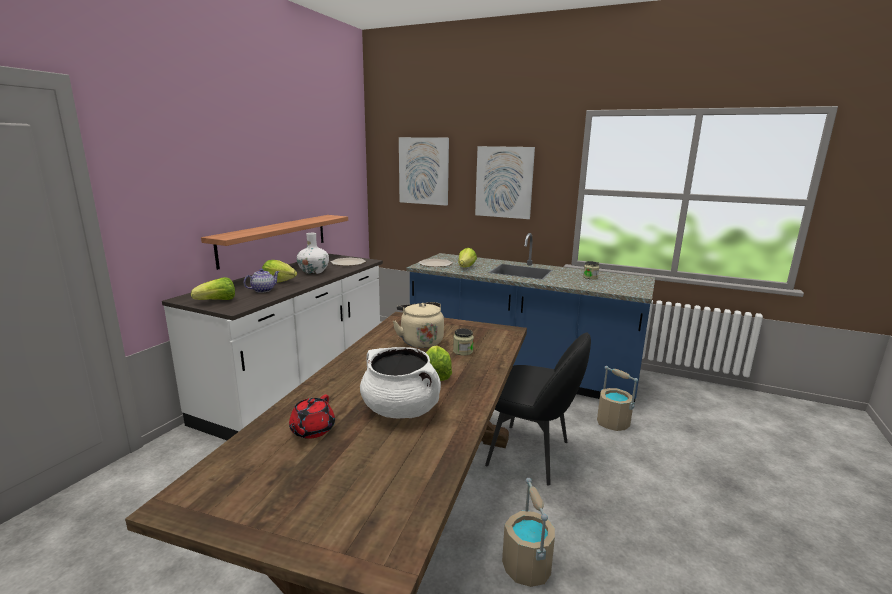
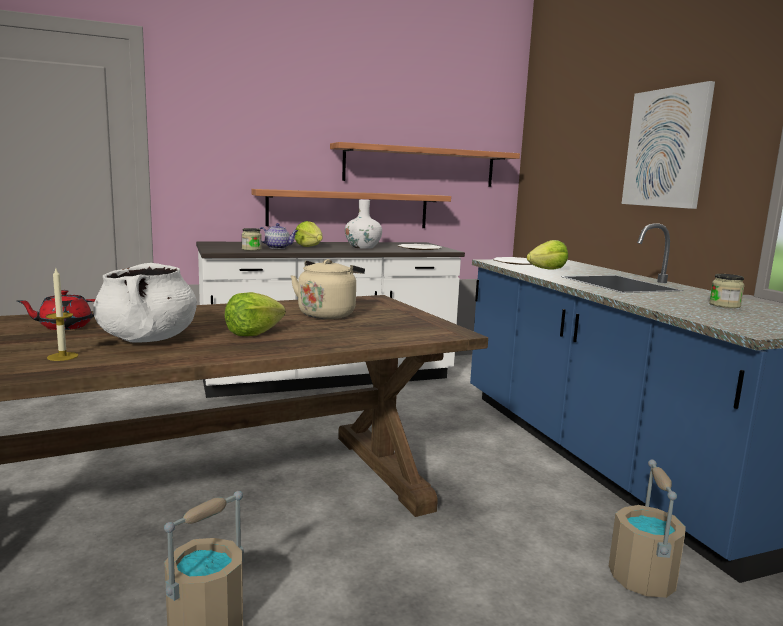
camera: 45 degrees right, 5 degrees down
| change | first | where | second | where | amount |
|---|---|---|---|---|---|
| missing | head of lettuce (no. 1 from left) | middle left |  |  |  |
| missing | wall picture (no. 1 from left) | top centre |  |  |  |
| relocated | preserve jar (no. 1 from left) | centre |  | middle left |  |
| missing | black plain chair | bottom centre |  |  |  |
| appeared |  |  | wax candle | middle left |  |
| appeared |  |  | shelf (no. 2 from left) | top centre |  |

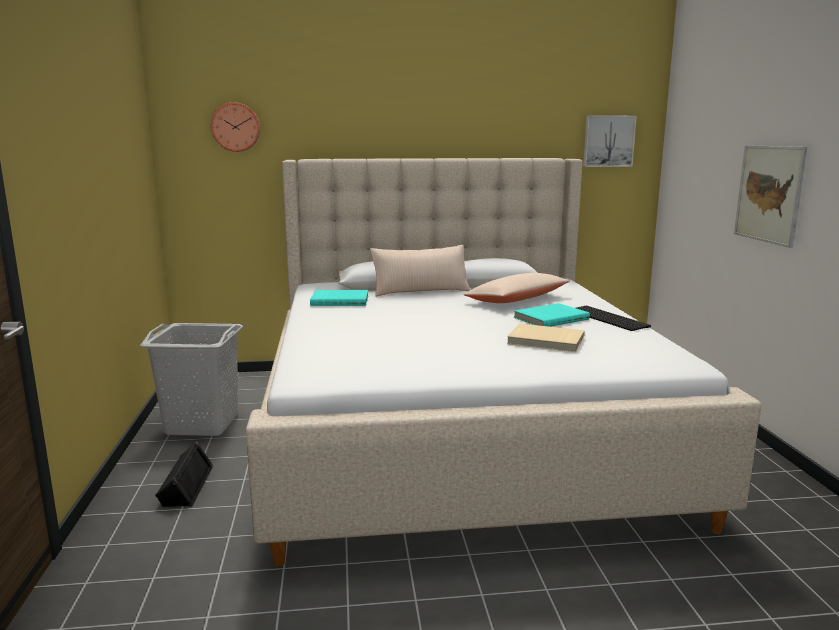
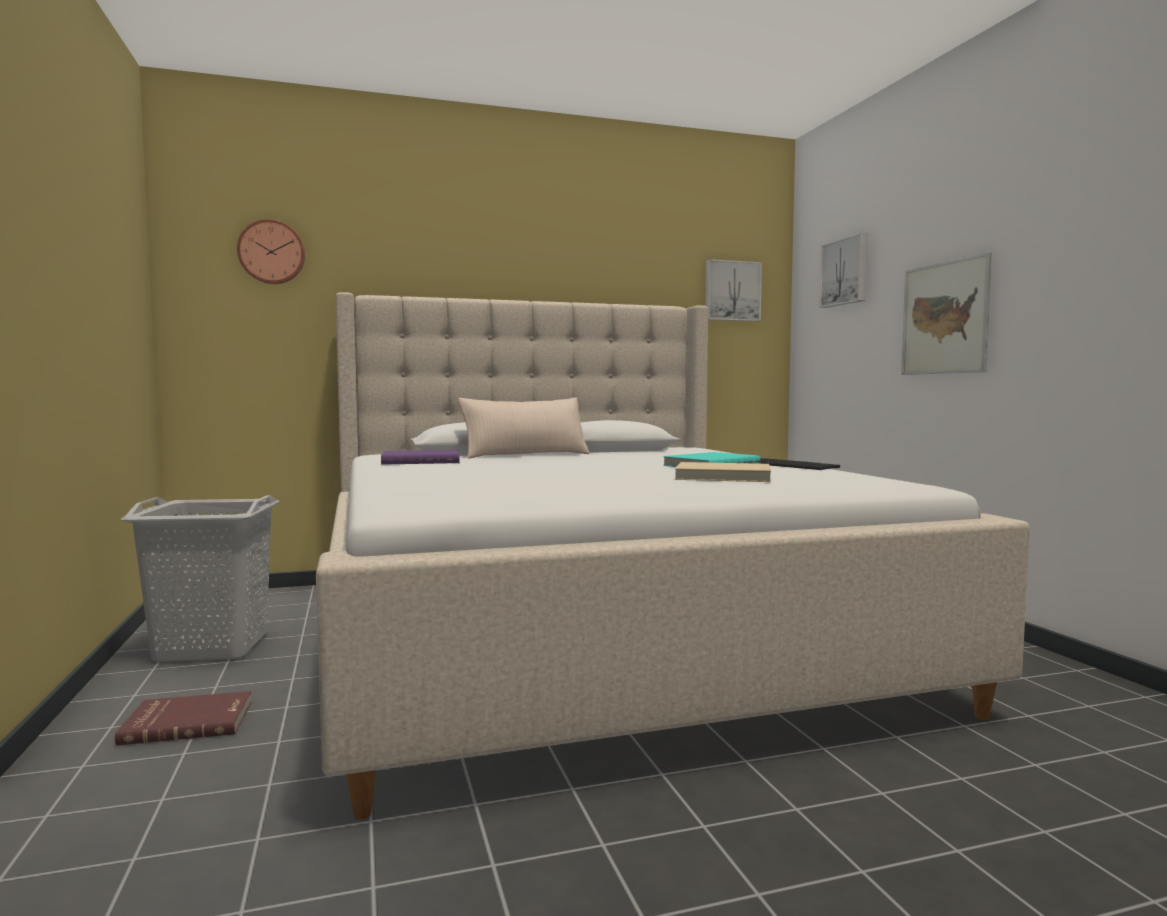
camera: 10 degrees left, 10 degrees down
| change | first | where | second | where | amount |
|---|---|---|---|---|---|
| exchanged | black audio speaker | bottom left | reddish bound book | bottom left |  |
| colour | turquoise-coloured bound book (no. 1 from left) | centre | purplish bound book | centre |  |
| missing | beige-coloured throw pillow (no. 2 from left) | centre |  |  |  |
| appeared |  |  | wall picture (no. 2 from left) | top right |  |

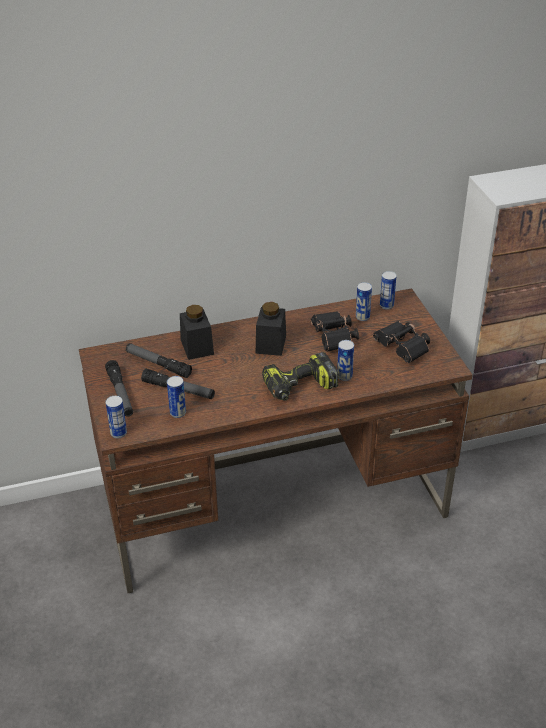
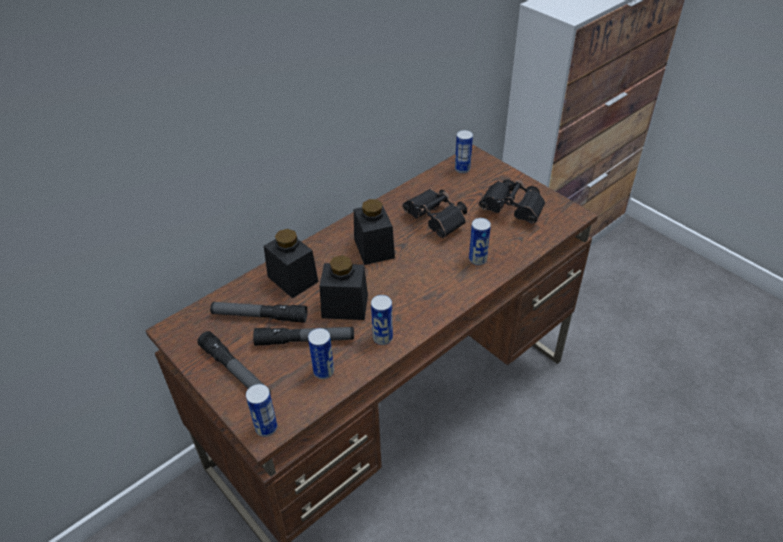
camera: 25 degrees left, 5 degrees up
| change | first | where | second | where | amount |
|---|---|---|---|---|---|
| missing | power drill | centre |  |  |  |
| relocated | can (no. 4 from left in the first image) | middle right | can (no. 3 from left) | centre |  |
| appeared |  |  | black preserve jar (no. 2 from left) | centre |  |

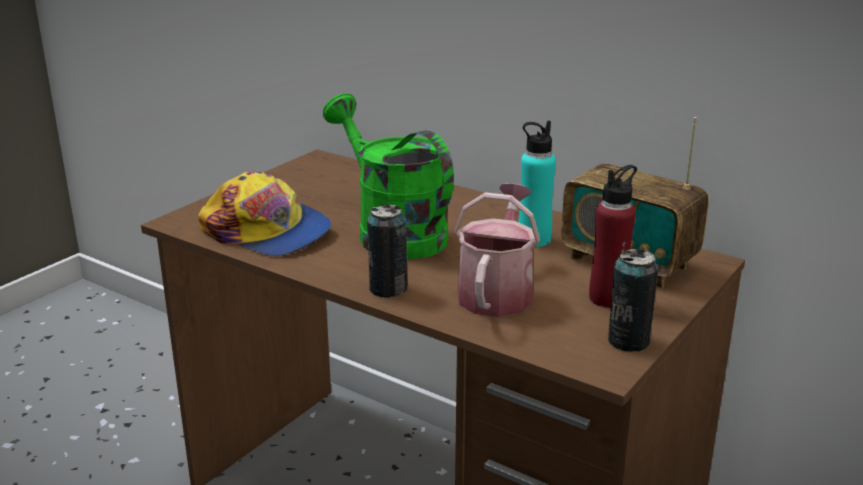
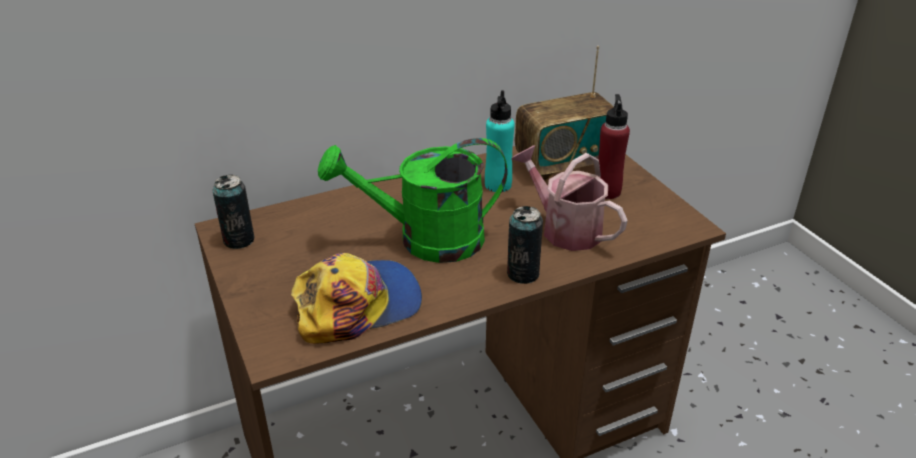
camera: 60 degrees left, 10 degrees up
| change | first | where | second | where | amount |
|---|---|---|---|---|---|
| relocated | can (no. 2 from left in the first image) | middle right | can (no. 1 from left) | middle left |  |

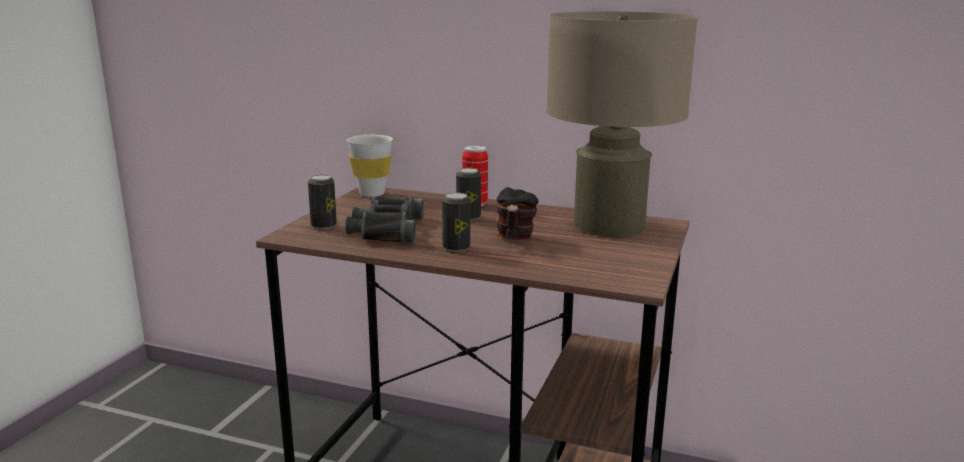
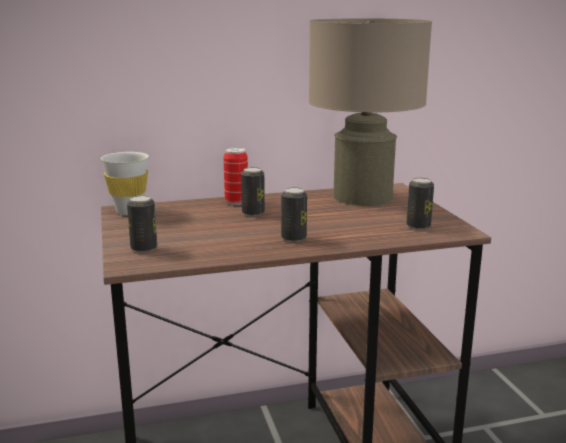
camera: 35 degrees left, 0 degrees up
| change | first | where | second | where | amount |
|---|---|---|---|---|---|
| missing | black field glasses | centre |  |  |  |
| missing | mug | centre |  |  |  |
| appeared |  |  | can (no. 5 from left) | middle right |  |

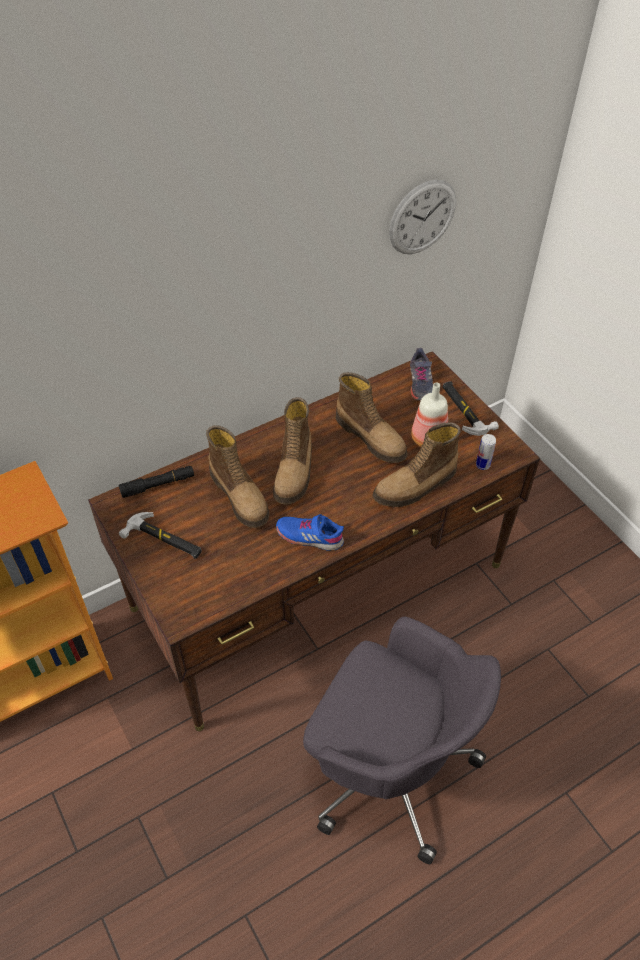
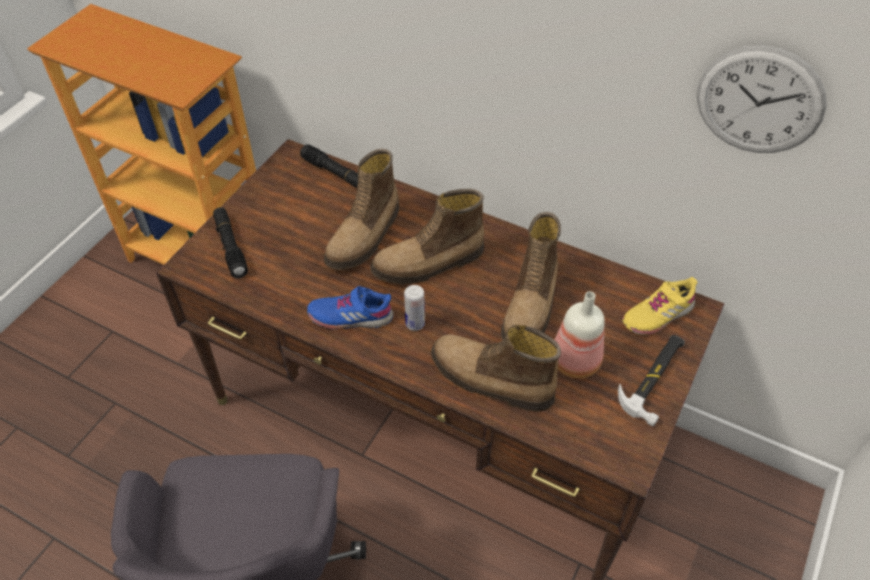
camera: 60 degrees right, 0 degrees up
| change | first | where | second | where | amount |
|---|---|---|---|---|---|
| missing | hammer (no. 1 from left) | middle left |  |  |  |
| spun | bluish item of footwear | centre |  | centre | 75 degrees counterclockwise |
| colour | greyish item of footwear | centre | yellow-coloured item of footwear | middle right |  |
| relocated | can | middle right |  | centre |  |
| appeared |  |  | black torch (no. 1 from left) | middle left |  |

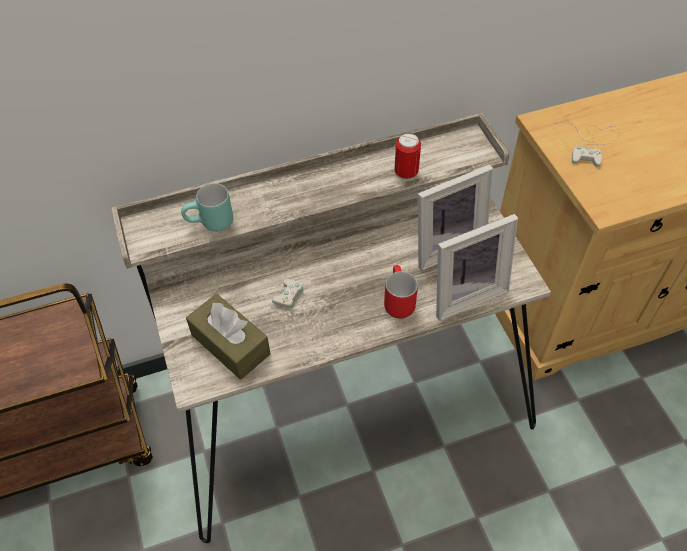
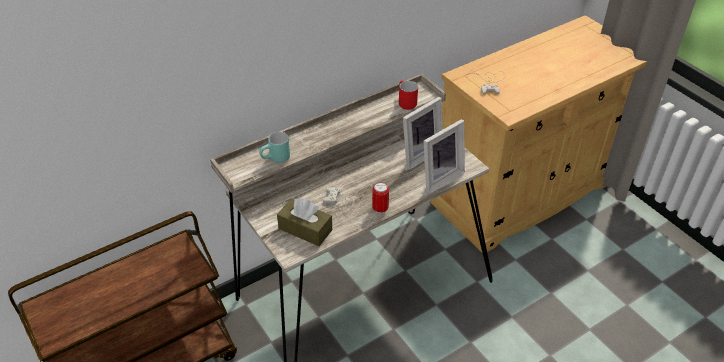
camera: 15 degrees left, 10 degrees down
| change | first | where | second | where | amount |
|---|---|---|---|---|---|
| relocated | reddish mug | centre |  | top centre |  |
| relocated | can | top centre |  | centre |  |

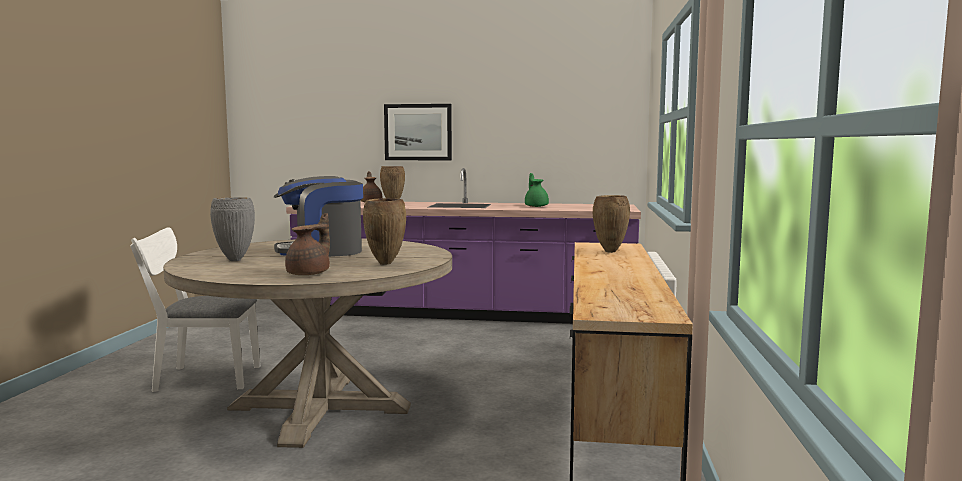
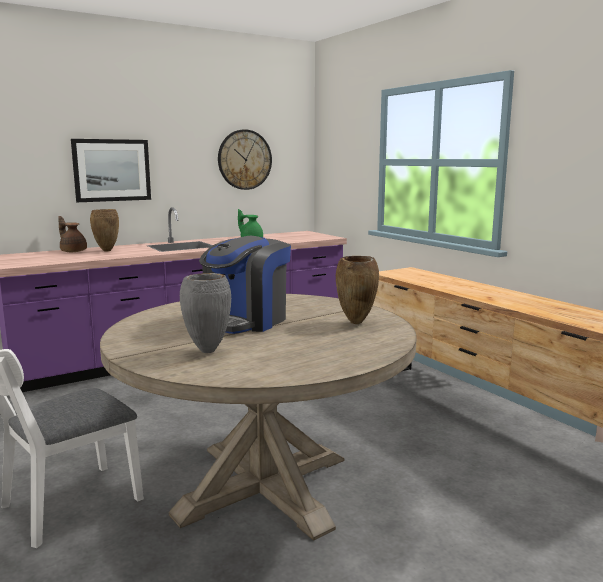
camera: 40 degrees left, 5 degrees up
| change | first | where | second | where | amount |
|---|---|---|---|---|---|
| missing | brown tea pot (no. 1 from left) | middle left |  |  |  |
| missing | brown decorative vase (no. 3 from left) | centre |  |  |  |
| appeared |  |  | clock on the wall | top centre |  |

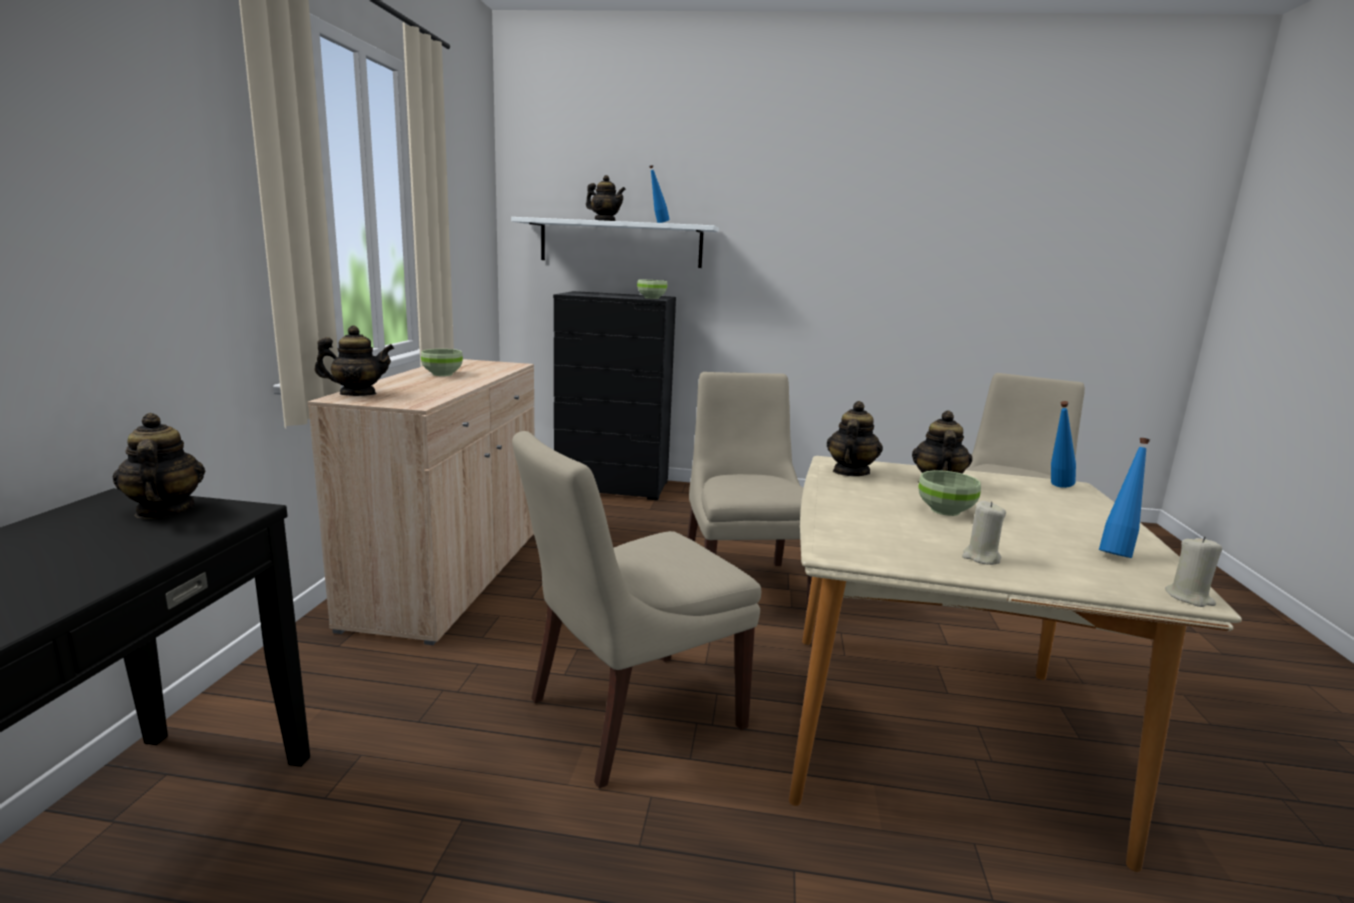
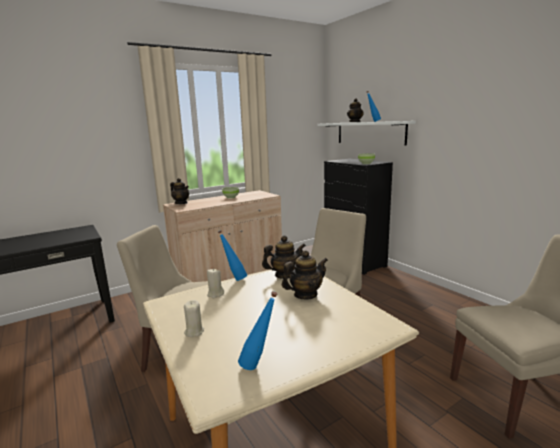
camera: 50 degrees right, 0 degrees up
| change | first | where | second | where | amount |
|---|---|---|---|---|---|
| missing | tea pot (no. 1 from left) | middle left |  |  |  |
| missing | greenish serving bowl (no. 3 from left) | middle right |  |  |  |
| relocated | bluish beverage bottle (no. 2 from left in the first image) | middle right | bluish beverage bottle (no. 1 from left) | centre |  |
| relocated | beige-coloured wax candle (no. 2 from left) | middle right |  | centre |  |

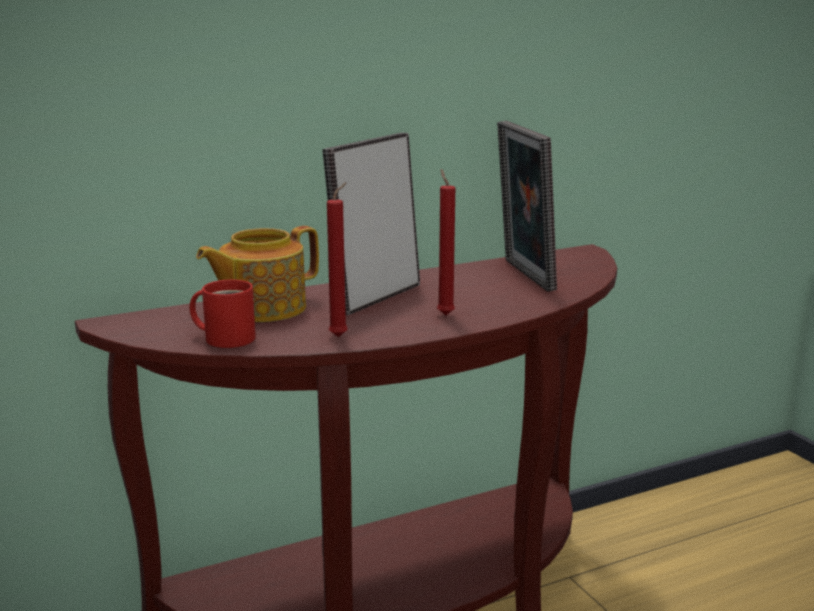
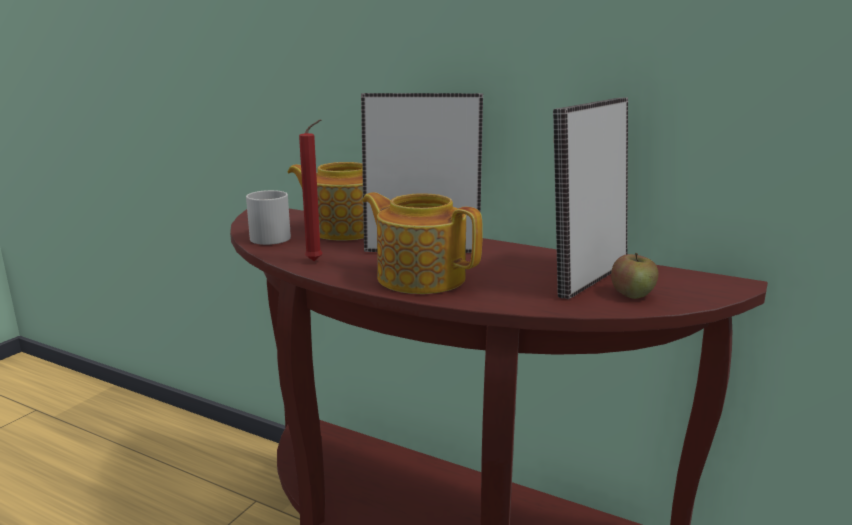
camera: 55 degrees right, 0 degrees up
| change | first | where | second | where | amount |
|---|---|---|---|---|---|
| colour | reddish mug | middle left | white mug | middle left |  |
| exchanged | reddish wax candle (no. 2 from left) | centre | tea pot (no. 2 from left) | centre |  |
| appeared |  |  | apple fruit | middle right |  |

